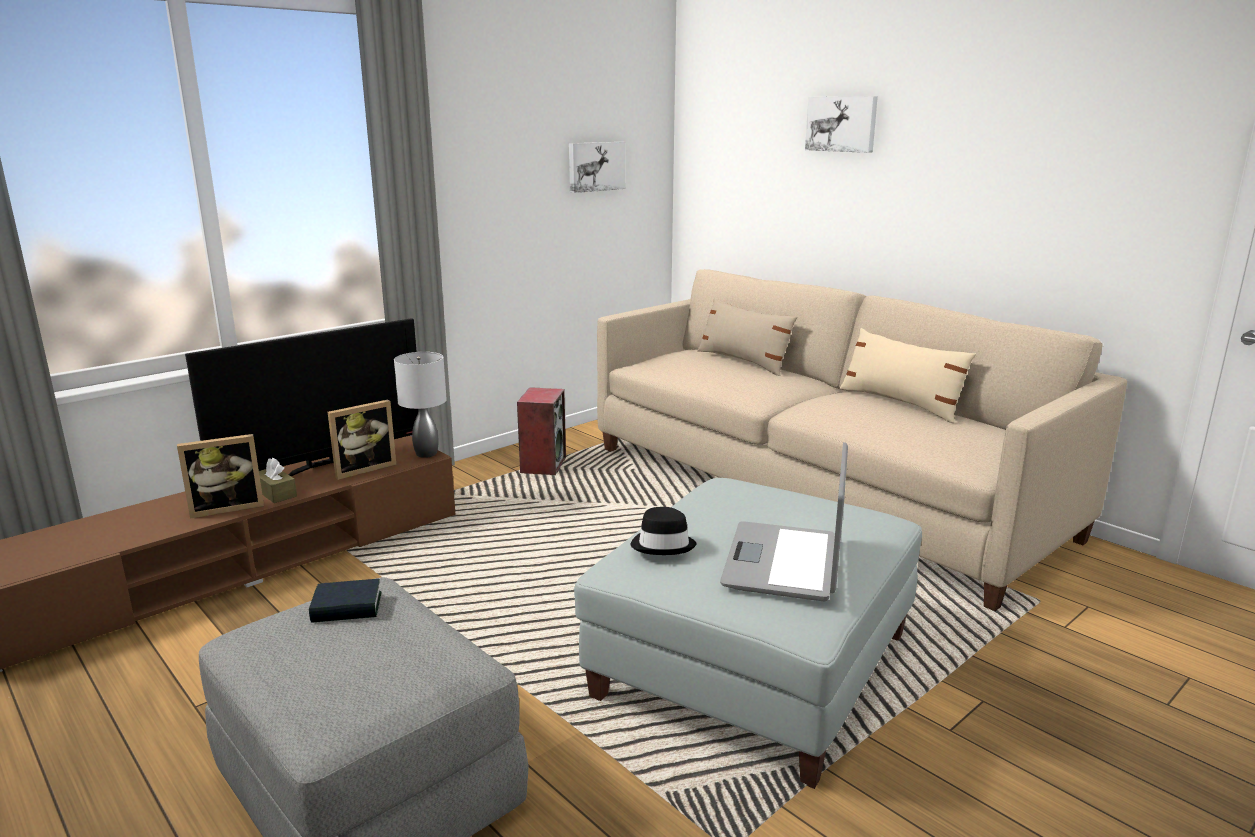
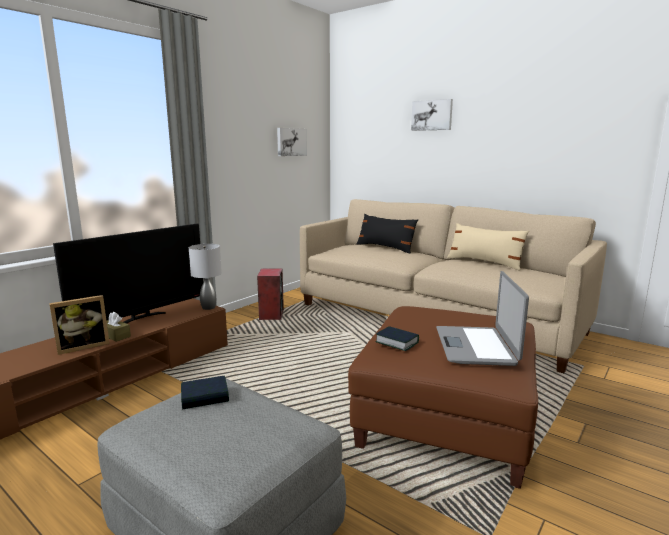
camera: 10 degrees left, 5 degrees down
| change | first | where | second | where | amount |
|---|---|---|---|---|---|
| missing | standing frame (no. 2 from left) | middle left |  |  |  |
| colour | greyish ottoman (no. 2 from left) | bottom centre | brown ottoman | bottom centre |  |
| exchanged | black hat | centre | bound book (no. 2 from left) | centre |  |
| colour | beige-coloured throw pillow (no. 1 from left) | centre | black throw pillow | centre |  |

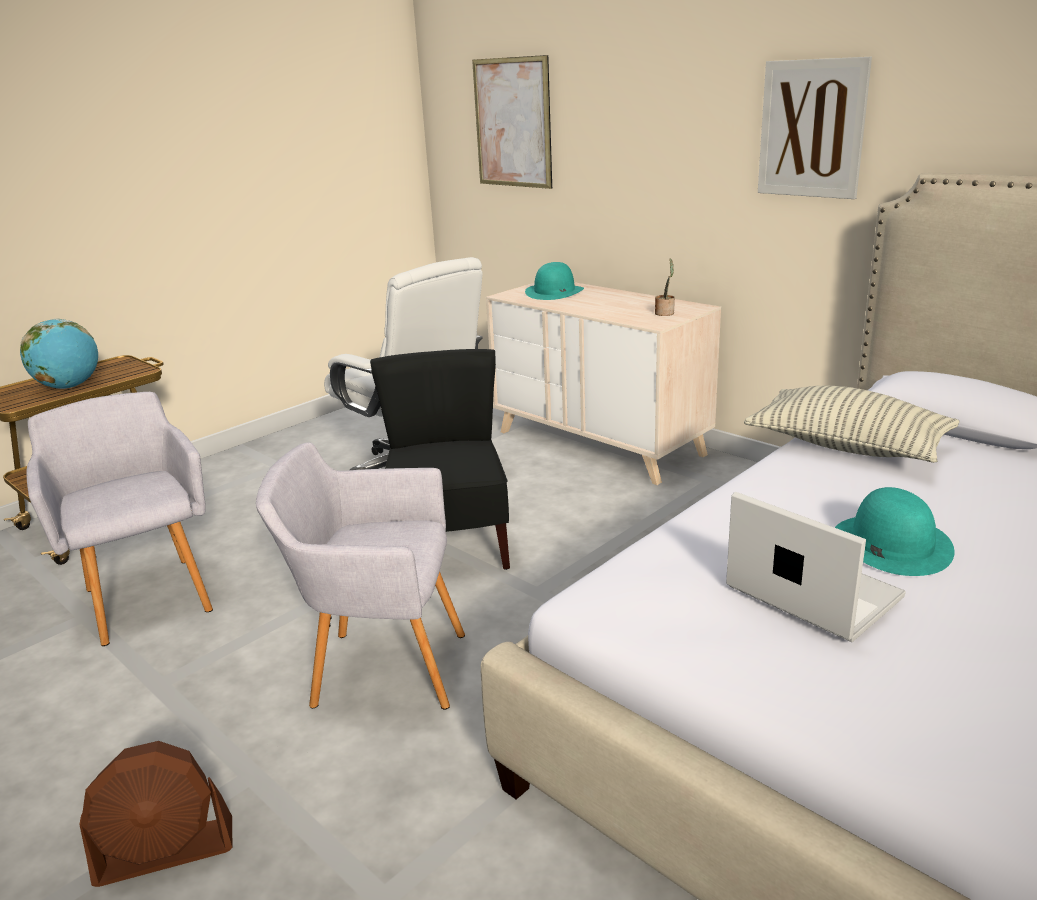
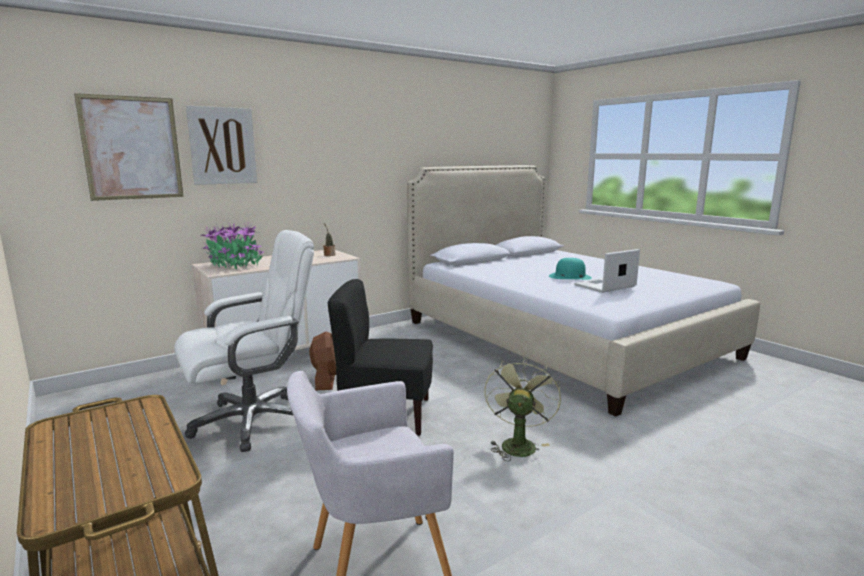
camera: 80 degrees left, 10 degrees down
| change | first | where | second | where | amount |
|---|---|---|---|---|---|
| missing | desk globe | middle left |  |  |  |
| relocated | brown cooling fan | bottom left |  | centre |  |
| exchanged | greyish lounge chair (no. 2 from left) | centre | greenish cooling fan | bottom centre |  |
| exchanged | turquoise-coloured hat (no. 1 from left) | top centre | plant in a pot (no. 1 from left) | middle left |  |
| missing | throw pillow | middle right |  |  |  |
| relocated | wall picture (no. 2 from left) | top right |  | top left |  |

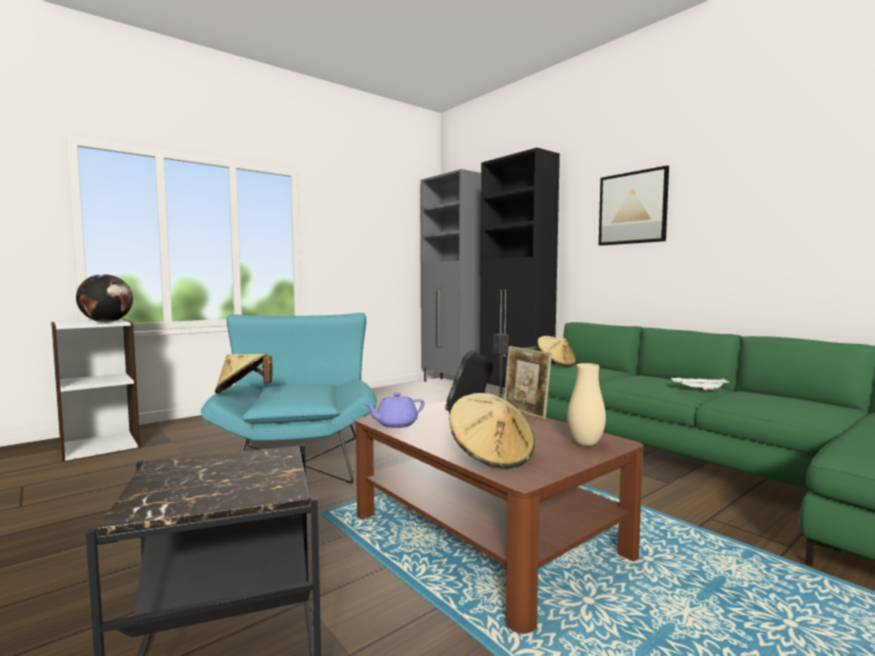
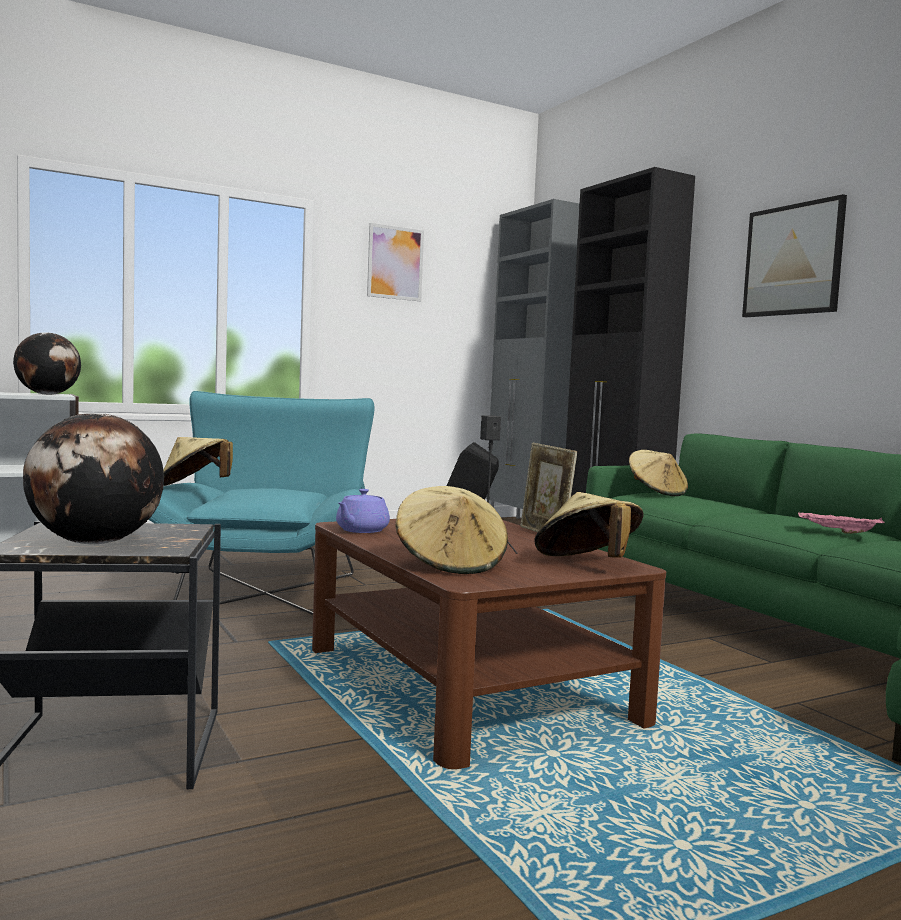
camera: 10 degrees right, 0 degrees up
| change | first | where | second | where | amount |
|---|---|---|---|---|---|
| spun | purplish tea pot | centre |  | centre | 45 degrees counterclockwise |
| exchanged | beige-coloured decorative vase | middle right | beige-coloured hat (no. 3 from left) | centre |  |
| colour | white carrying tray | middle right | pinkish carrying tray | middle right |  |
| appeared |  |  | desk globe (no. 2 from left) | middle left |  |
| appeared |  |  | wall picture (no. 1 from left) | top centre |  |

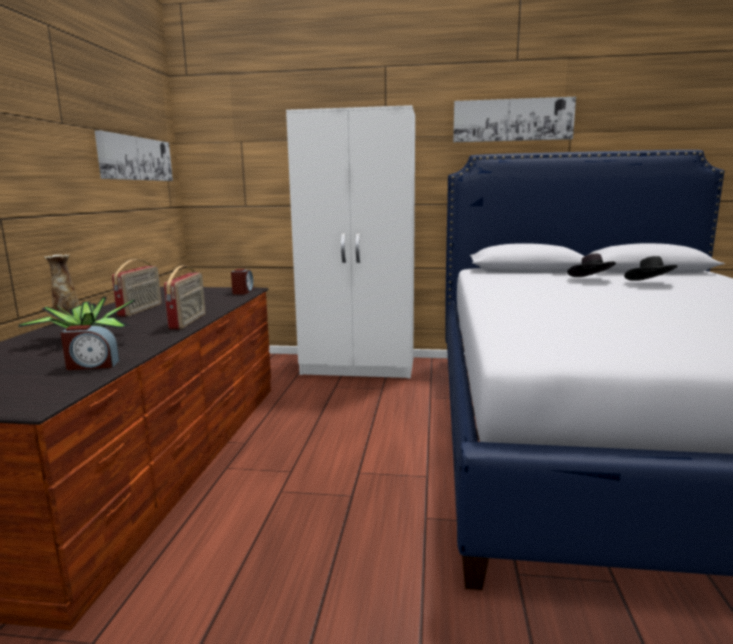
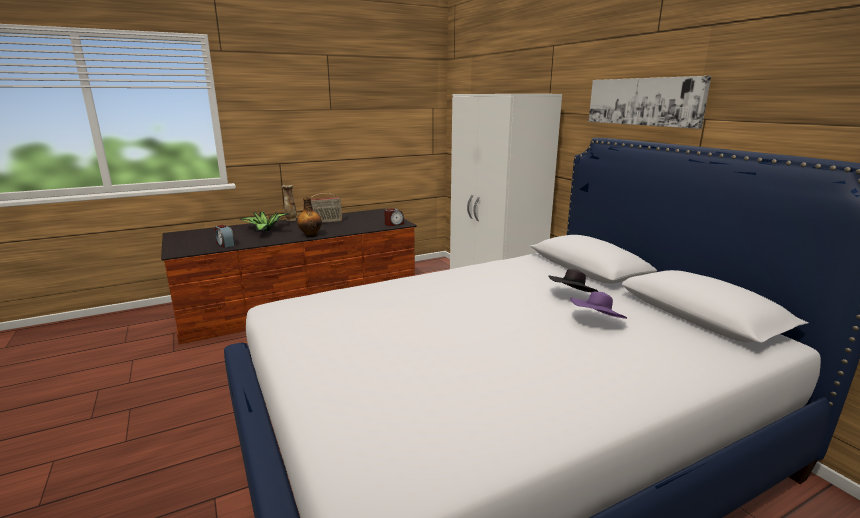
camera: 55 degrees right, 5 degrees up
| change | first | where | second | where | amount |
|---|---|---|---|---|---|
| missing | wall picture (no. 1 from left) | top left |  |  |  |
| exchanged | radio receiver (no. 2 from left) | middle left | beverage bottle | centre |  |
| colour | black hat (no. 2 from left) | middle right | purplish hat | middle right |  |

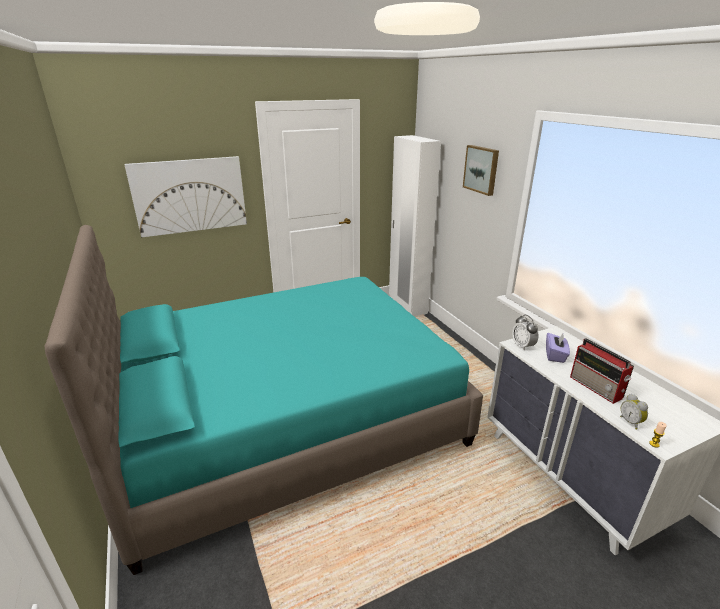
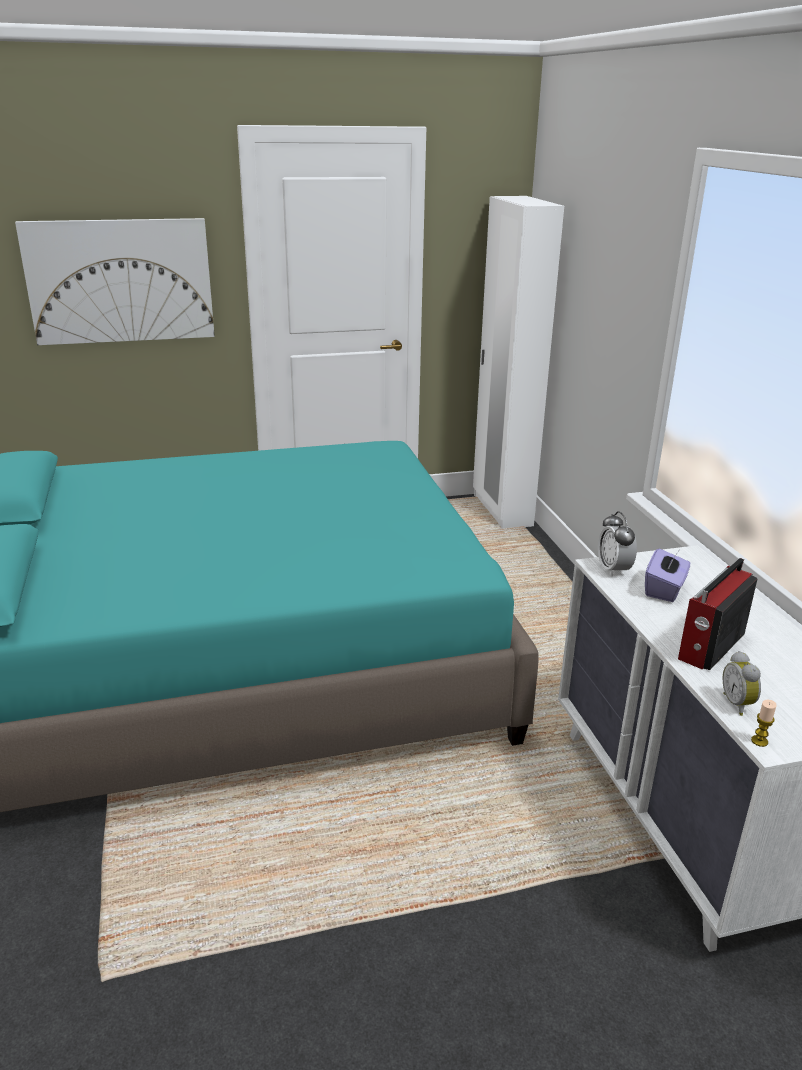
camera: 10 degrees right, 0 degrees up
| change | first | where | second | where | amount |
|---|---|---|---|---|---|
| missing | wall picture (no. 2 from left) | top right |  |  |  |
| spun | radio receiver | middle right |  | middle right | 60 degrees clockwise |

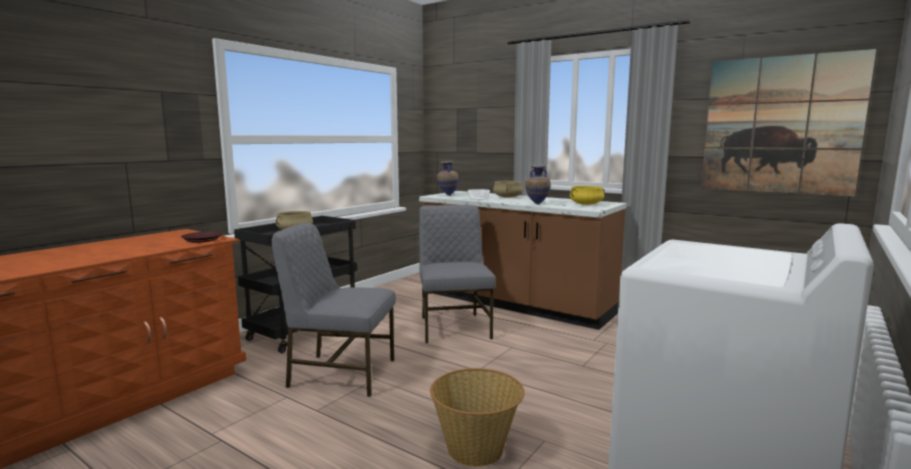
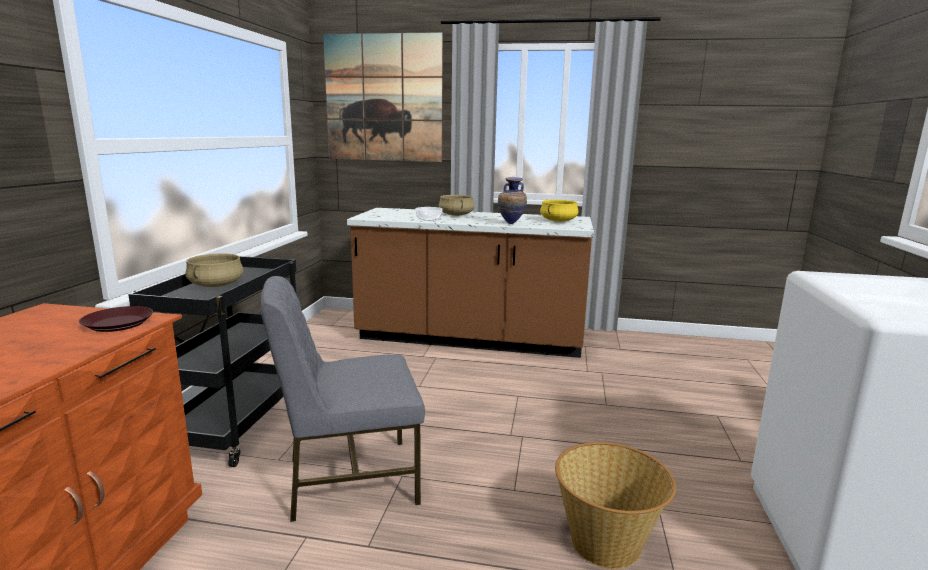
camera: 25 degrees left, 5 degrees up
| change | first | where | second | where | amount |
|---|---|---|---|---|---|
| missing | greyish plain chair (no. 2 from left) | centre |  |  |  |
| missing | decorative vase (no. 1 from left) | centre |  |  |  |
| relocated | wall picture | top right |  | top centre |  |

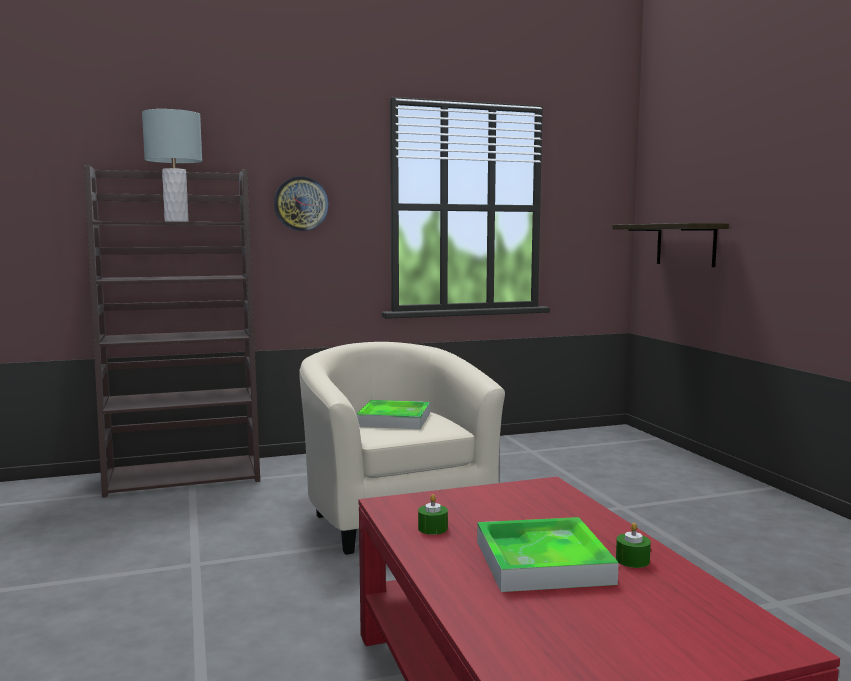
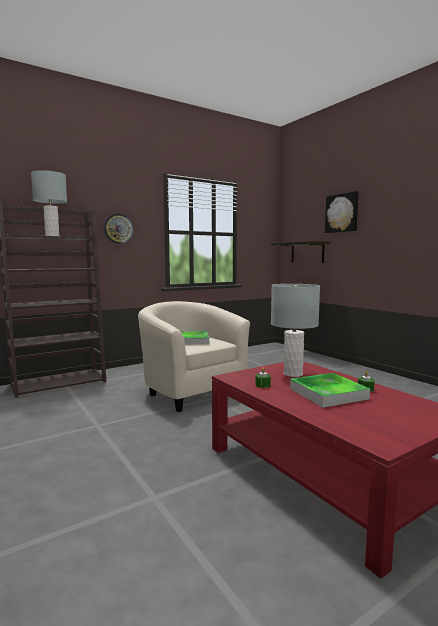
camera: 15 degrees left, 0 degrees up
| change | first | where | second | where | amount |
|---|---|---|---|---|---|
| appeared |  |  | greyish table lamp (no. 2 from left) | middle right |  |
| appeared |  |  | wall picture | middle right |  |

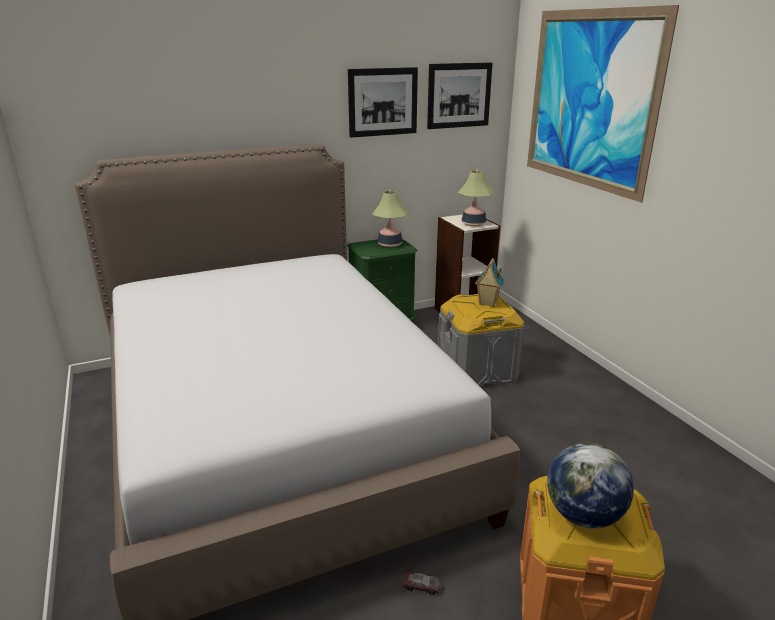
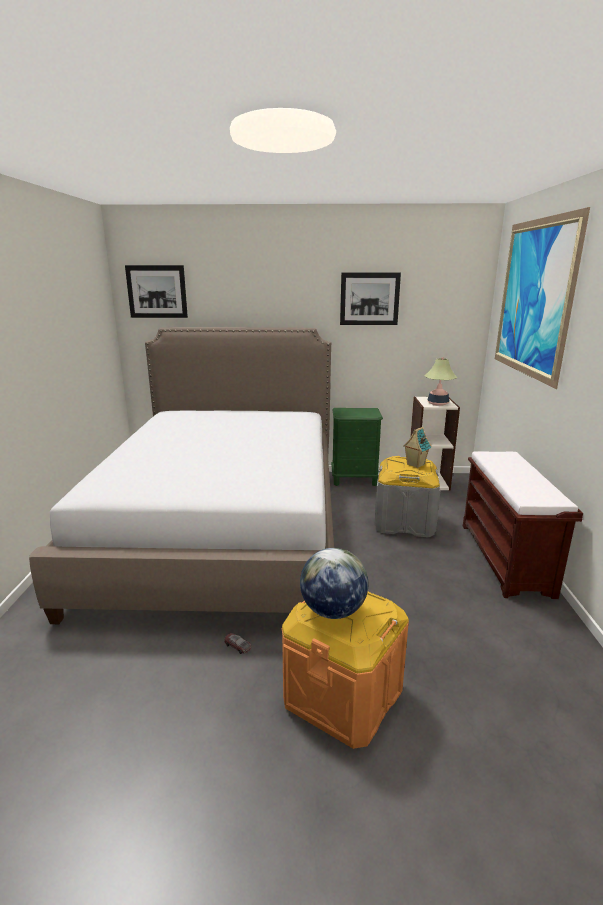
camera: 25 degrees right, 5 degrees down
| change | first | where | second | where | amount |
|---|---|---|---|---|---|
| missing | table lamp (no. 1 from left) | centre |  |  |  |
| relocated | wall picture (no. 2 from left in the first image) | top centre | wall picture (no. 1 from left) | top left |  |
| appeared |  |  | brown long seat | middle right |  |

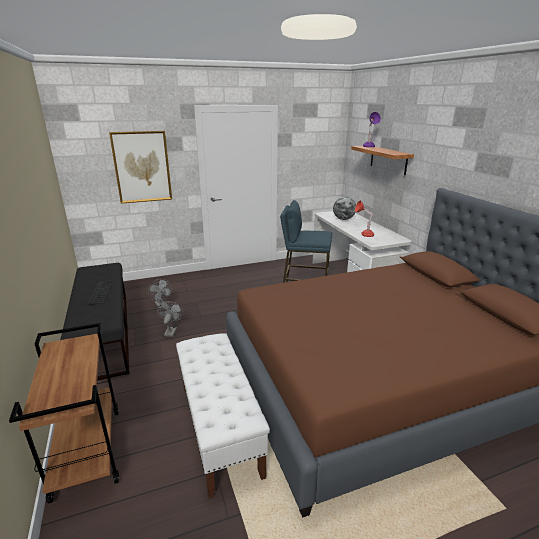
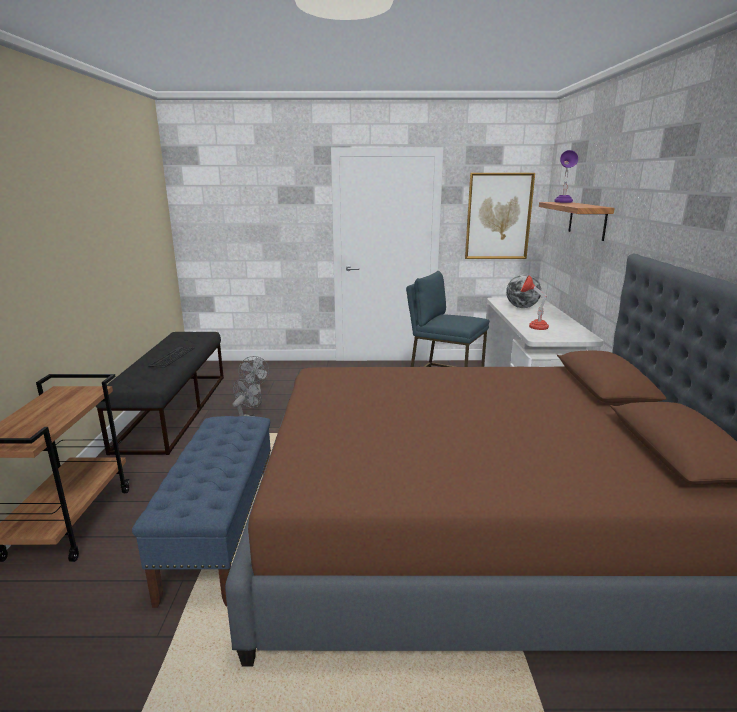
camera: 20 degrees right, 5 degrees down
| change | first | where | second | where | amount |
|---|---|---|---|---|---|
| relocated | wall picture | top left |  | top right |  |
| colour | white long seat | bottom centre | bluish long seat | bottom left |  |

